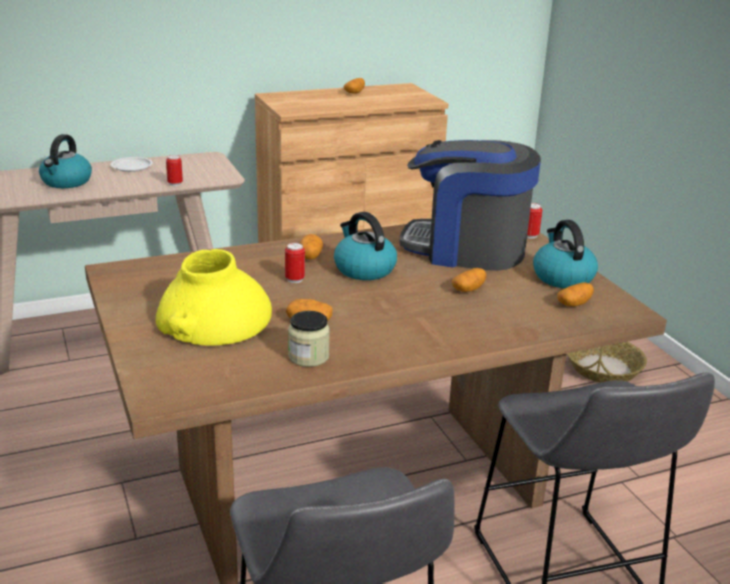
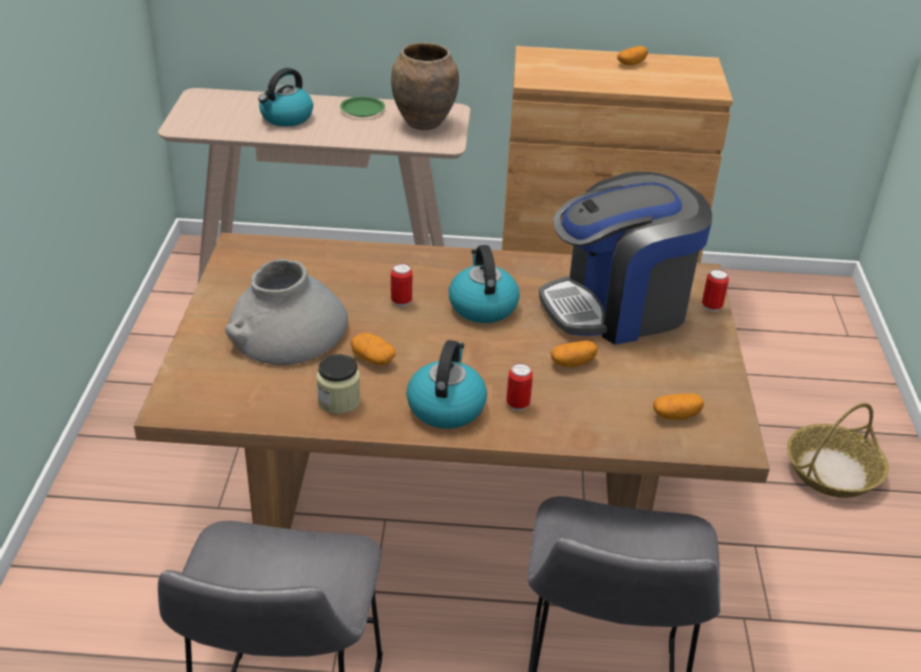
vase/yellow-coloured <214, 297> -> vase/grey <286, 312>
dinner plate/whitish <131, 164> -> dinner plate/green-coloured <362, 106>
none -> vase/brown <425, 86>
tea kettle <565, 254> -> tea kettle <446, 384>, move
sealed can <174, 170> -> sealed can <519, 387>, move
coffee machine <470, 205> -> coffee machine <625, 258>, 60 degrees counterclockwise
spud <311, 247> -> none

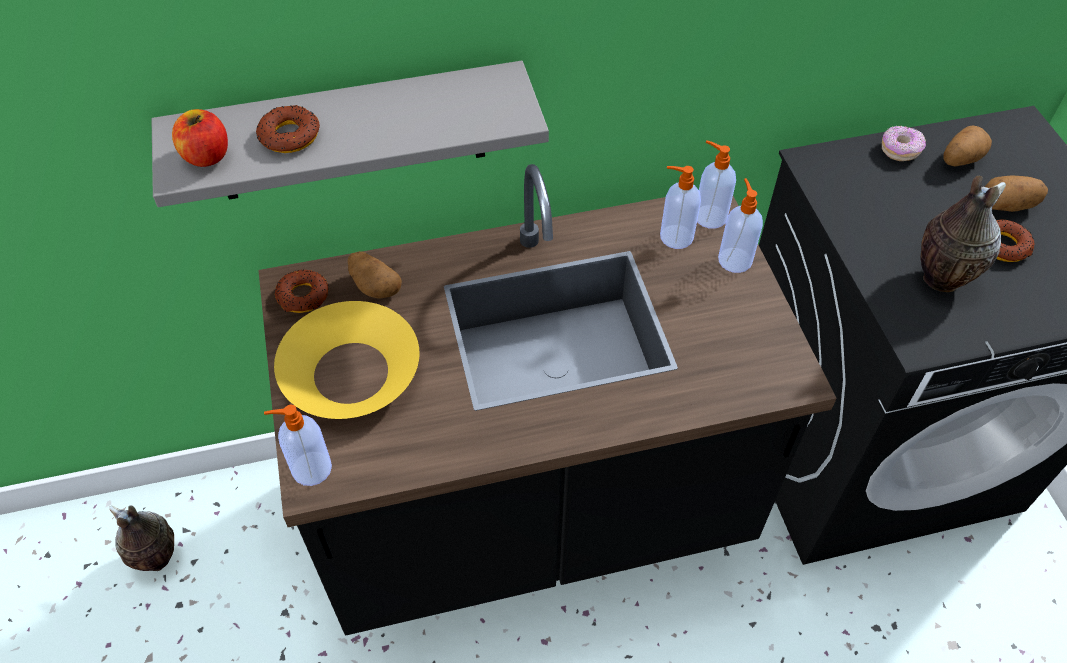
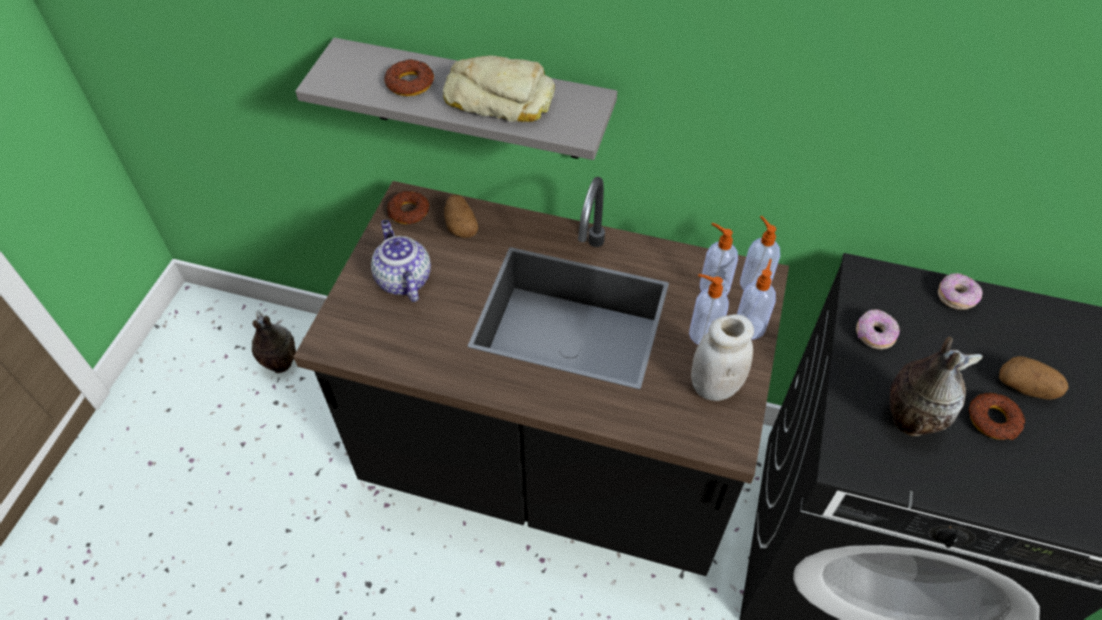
serving bowl/yellow-coloured <346, 360> -> tea pot <401, 261>
none -> bread <499, 88>
liquid soap bottle <298, 445> -> liquid soap bottle <709, 309>, move
none -> preserve jar/whitish <722, 357>
none -> doughnut <878, 329>
whole apple <200, 138> -> none
spud <968, 145> -> none

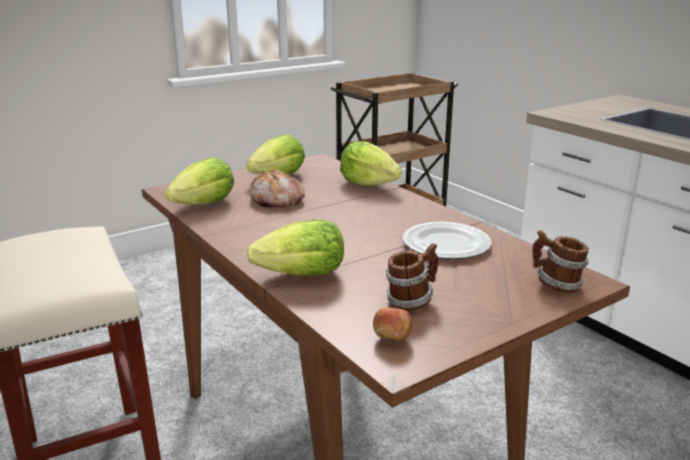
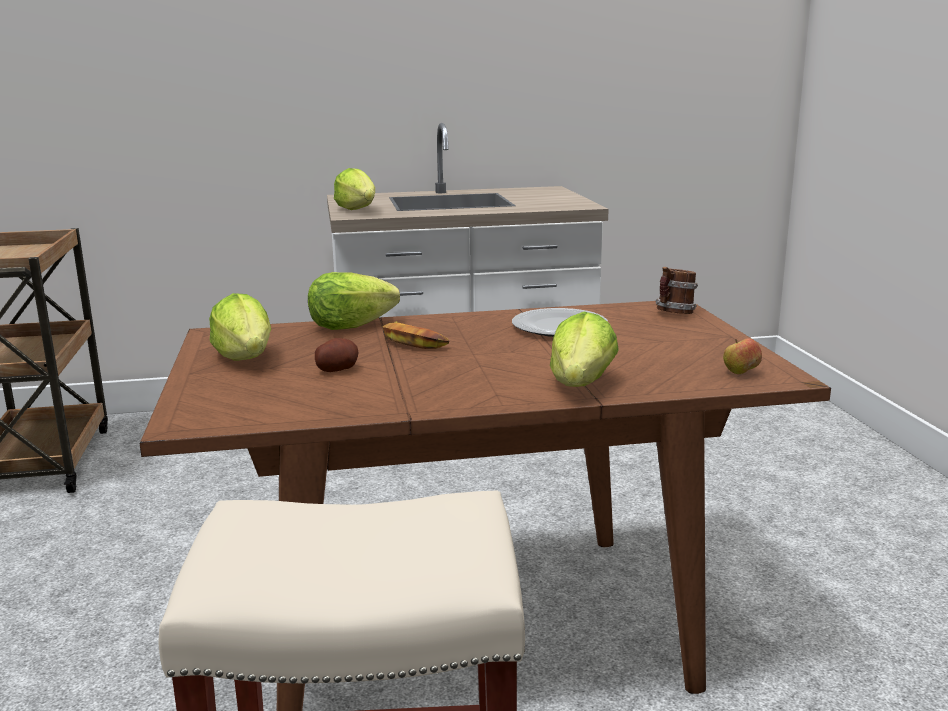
bread <277, 188> -> spud <337, 355>
head of lettuce <199, 181> -> head of lettuce <354, 189>, move
none -> banana fruit <415, 335>
mug <412, 277> -> none

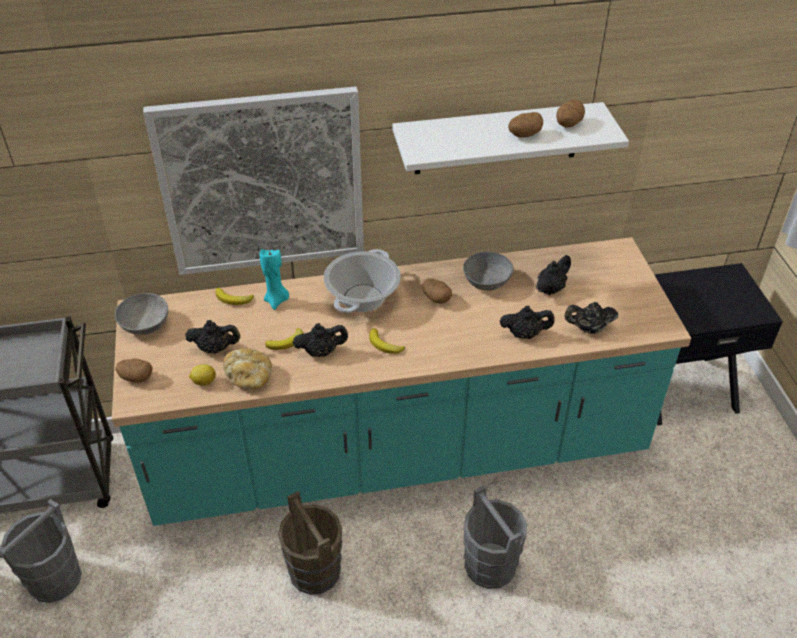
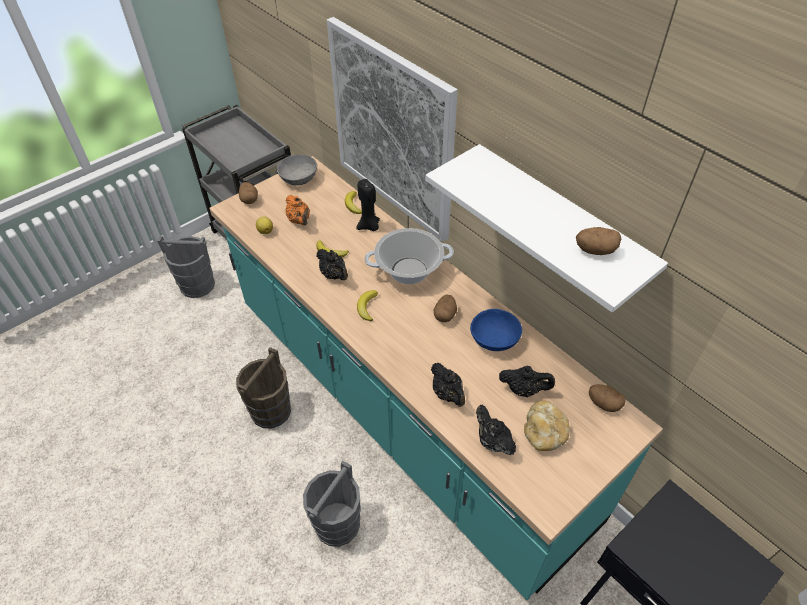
tea pot/black-coloured <212, 337> -> tea pot/orangey <297, 210>
wax candle/turquoise-coloured <274, 279> -> wax candle/black-coloured <368, 205>
serving bowl/grey <488, 271> -> serving bowl/bluish <496, 330>
bread <247, 368> -> bread <547, 425>, move
spud <525, 125> -> spud <607, 398>, move

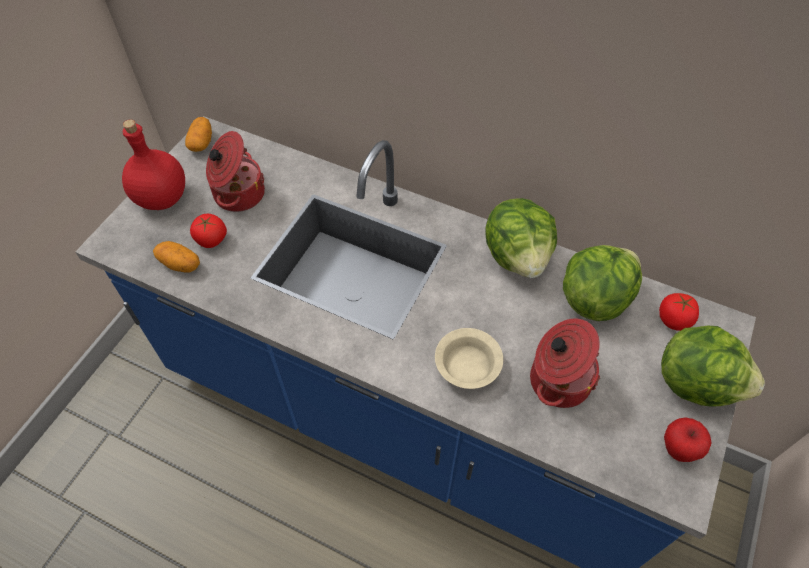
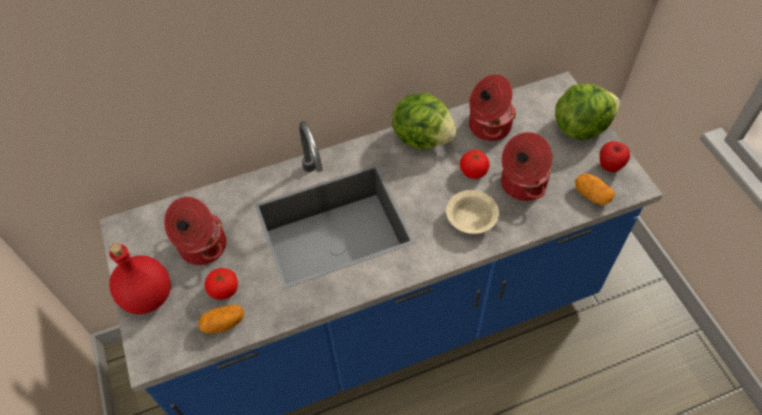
tomato <679, 312> -> tomato <475, 164>, move
head of lettuce <602, 283> -> cooking pot <492, 108>
spud <198, 134> -> spud <595, 189>, move

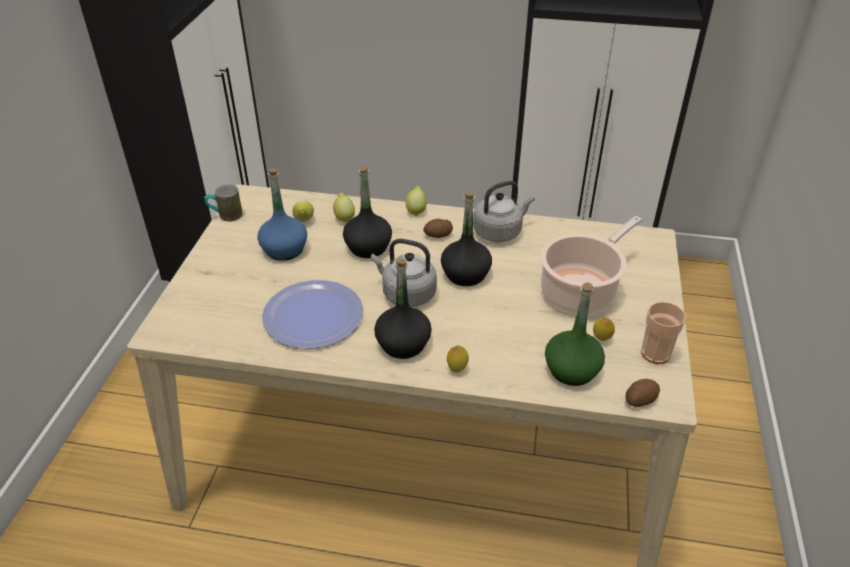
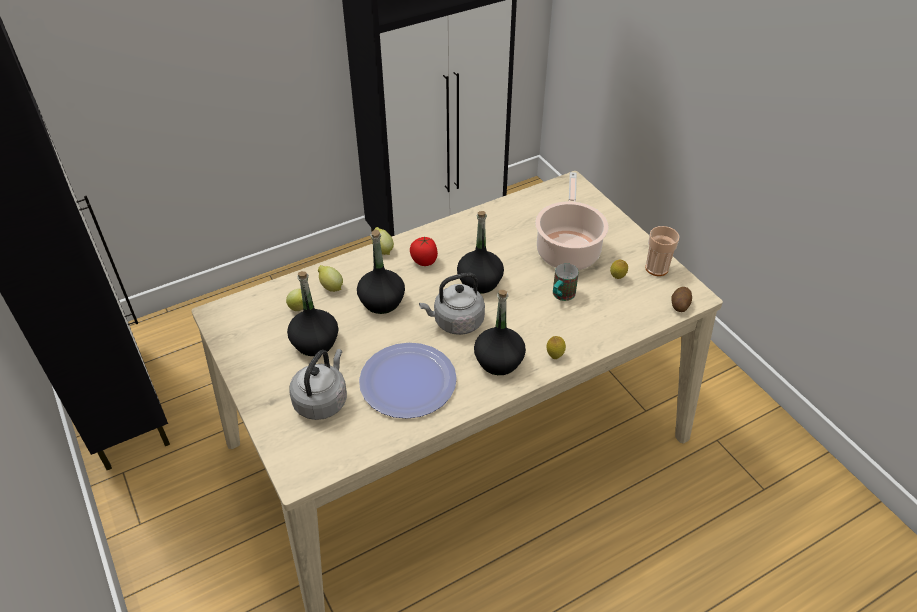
drink bottle/bluish <282, 215> -> drink bottle/black-coloured <312, 313>
tea kettle/grey <504, 211> -> tea kettle/grey <318, 384>, move
spud <438, 228> -> tomato <424, 251>
mug <223, 203> -> mug <566, 282>, move
drink bottle/green-coloured <575, 334> -> none

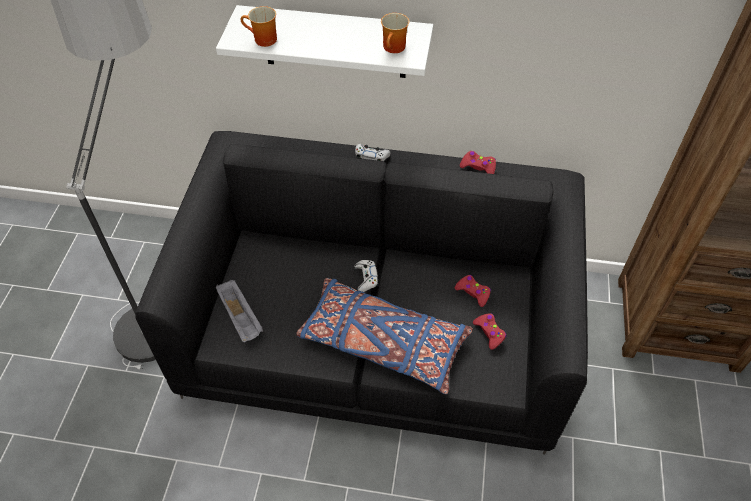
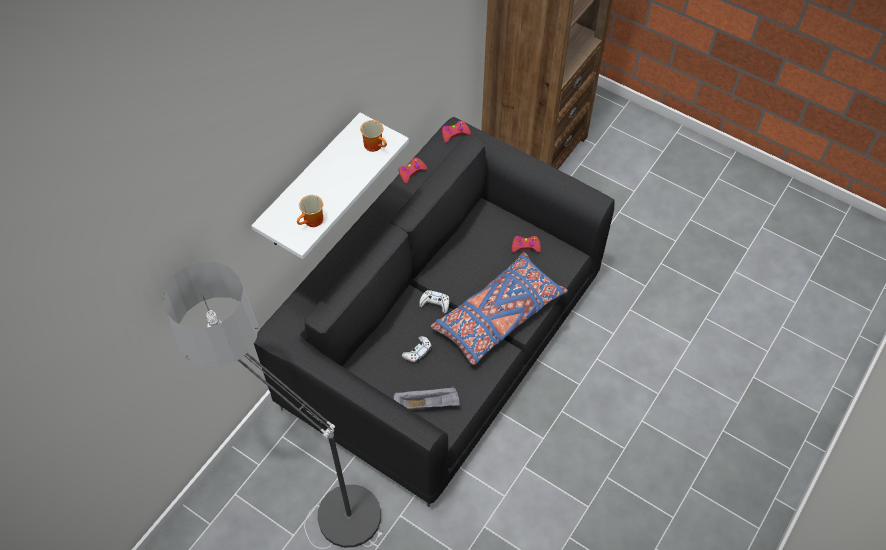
gamepad/whitish <372, 152> -> gamepad/whitish <417, 349>, move
gamepad/reddish <473, 291> -> gamepad/reddish <456, 132>, move

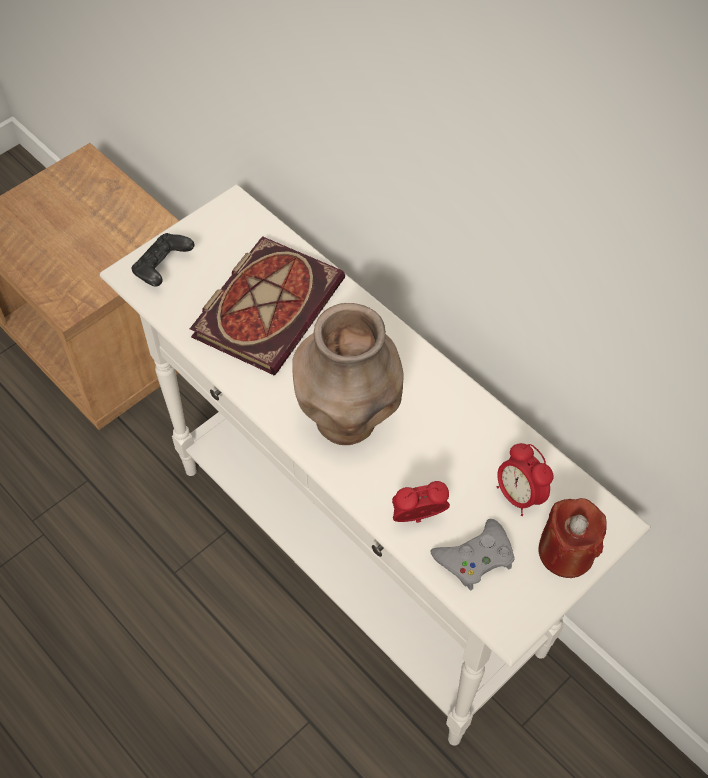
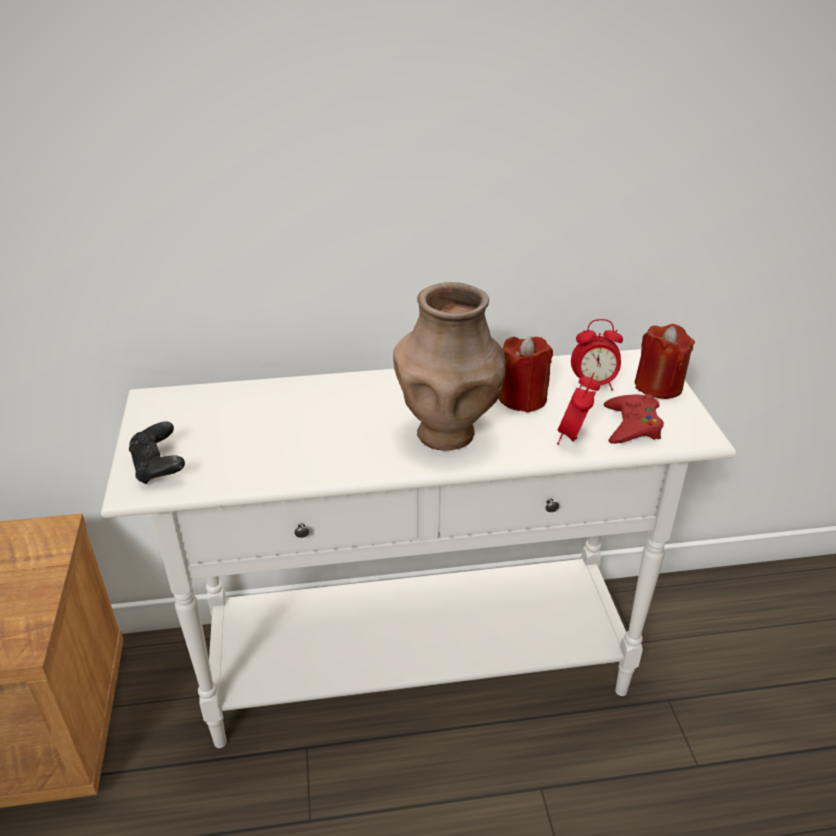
none -> wax candle/reddish <525, 374>
gamepad/grey <473, 554> -> gamepad/reddish <634, 419>
bound book <267, 305> -> none

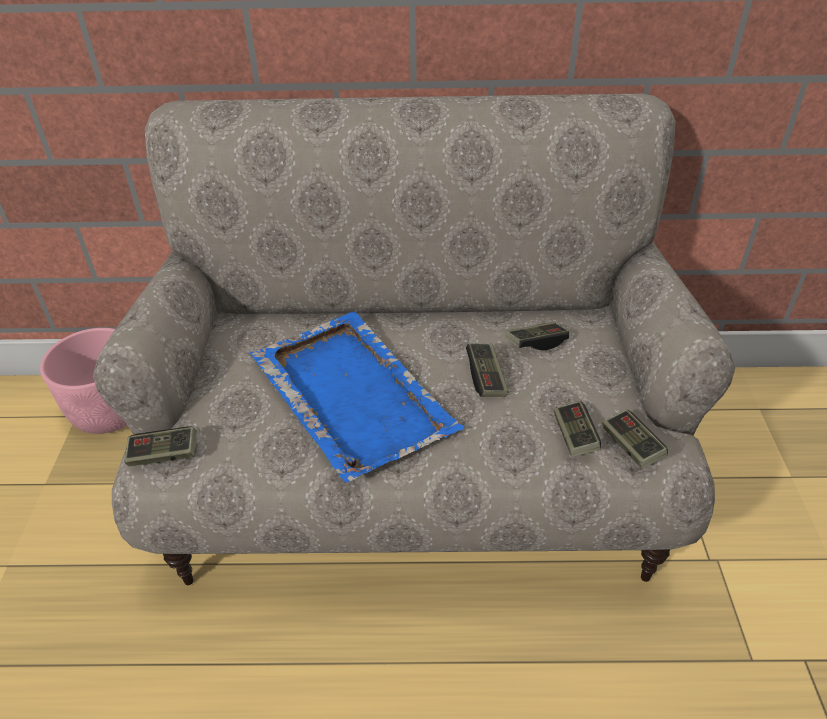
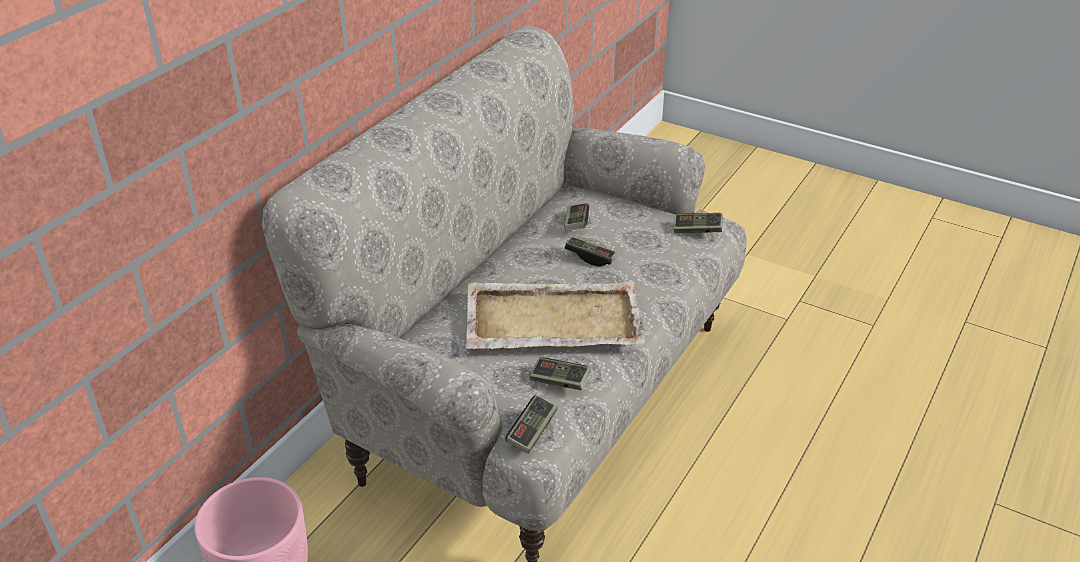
tray/bluish <357, 397> -> tray/beige-coloured <555, 315>
gamepad <577, 429> -> gamepad <560, 373>, move

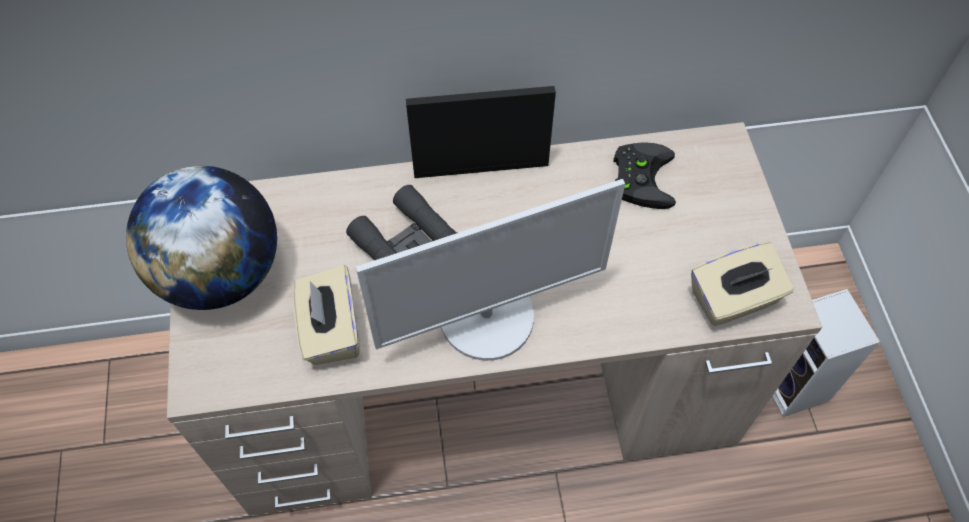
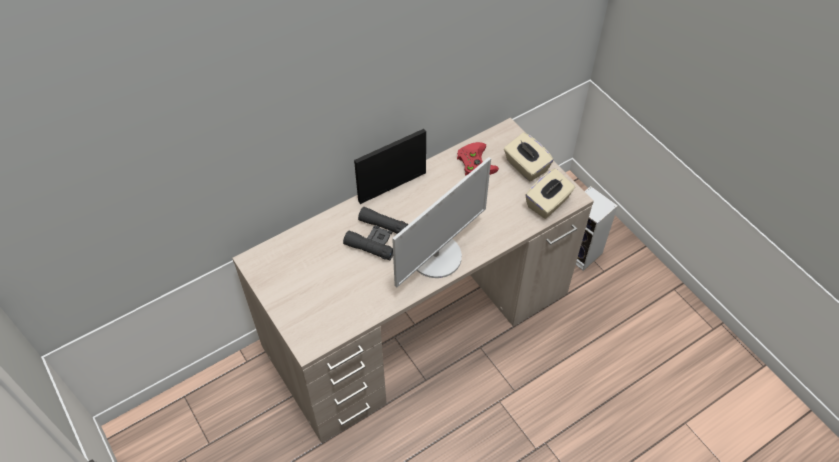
gamepad/black-coloured <644, 175> -> gamepad/reddish <478, 158>
box of tissues/beige-coloured <326, 315> -> box of tissues/beige-coloured <529, 157>, move
desk globe <201, 238> -> none

